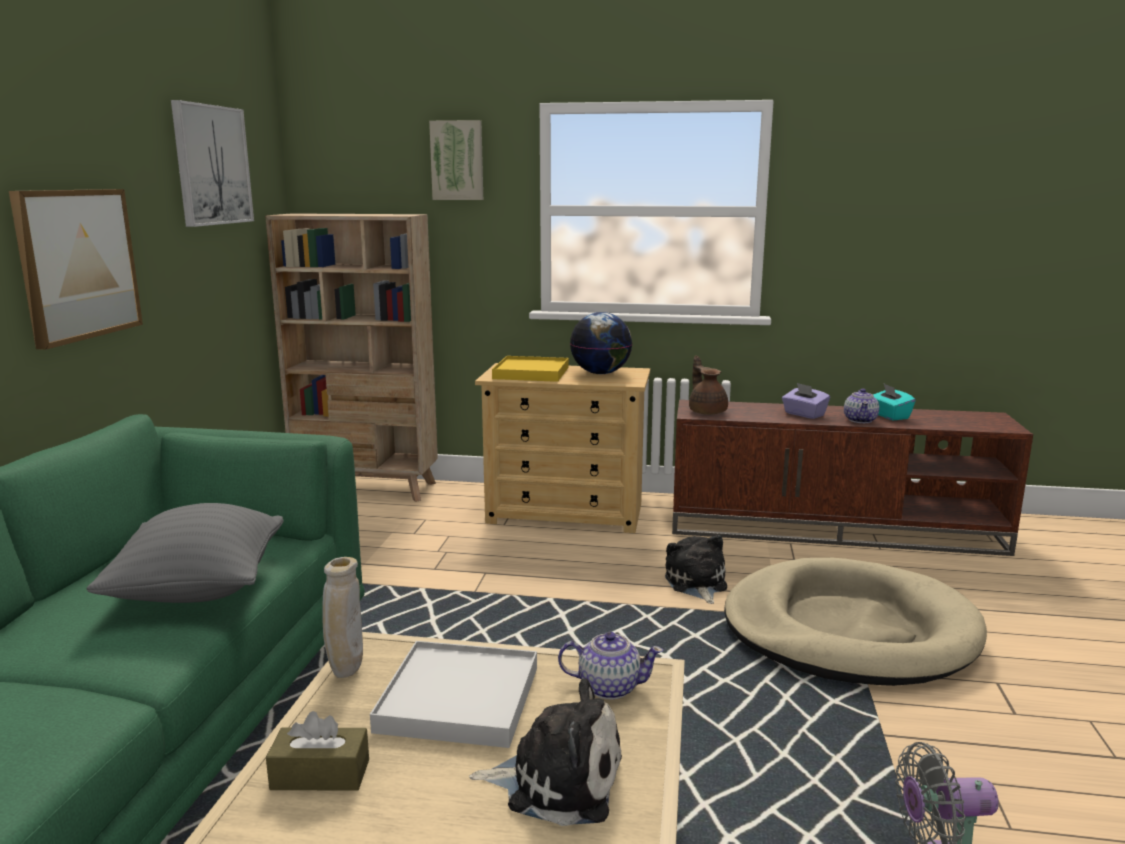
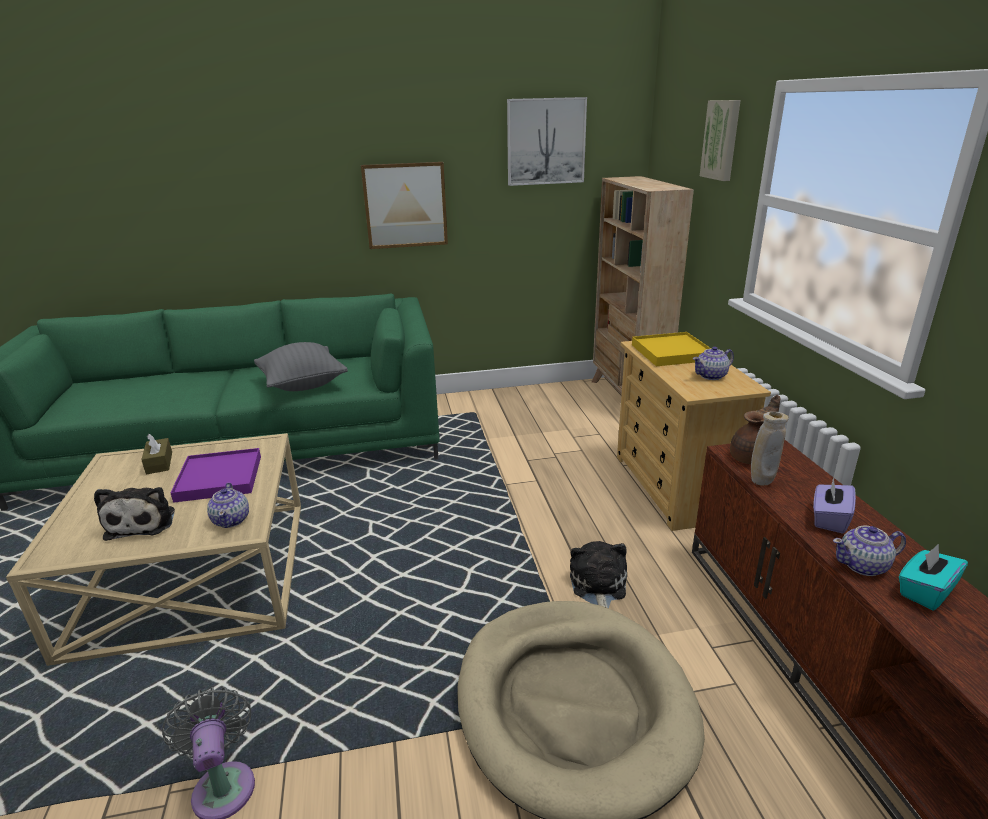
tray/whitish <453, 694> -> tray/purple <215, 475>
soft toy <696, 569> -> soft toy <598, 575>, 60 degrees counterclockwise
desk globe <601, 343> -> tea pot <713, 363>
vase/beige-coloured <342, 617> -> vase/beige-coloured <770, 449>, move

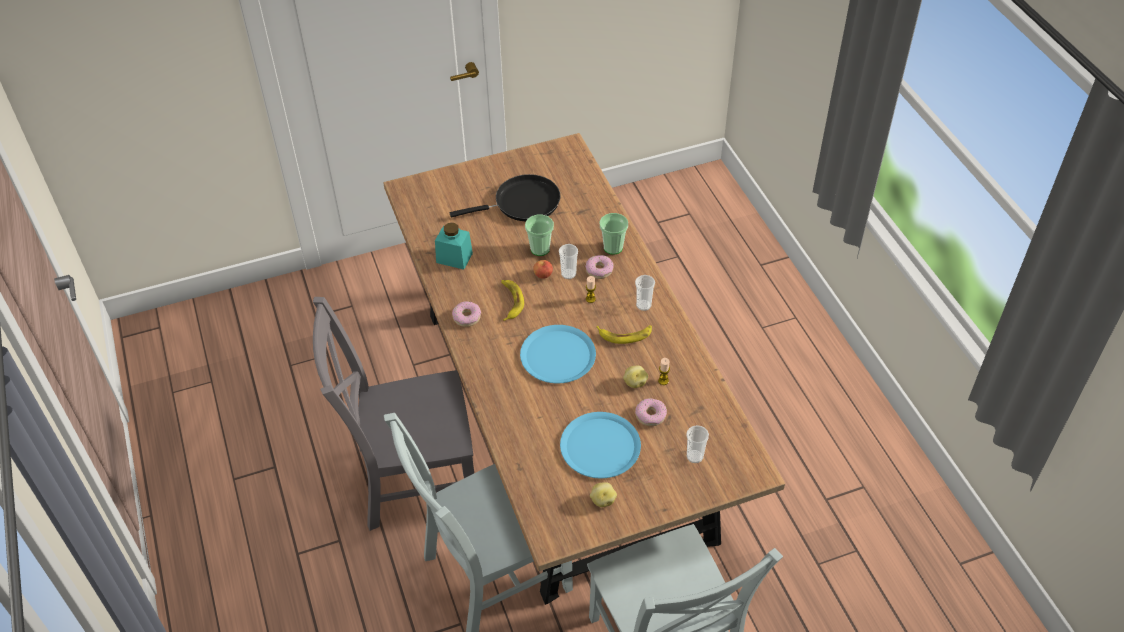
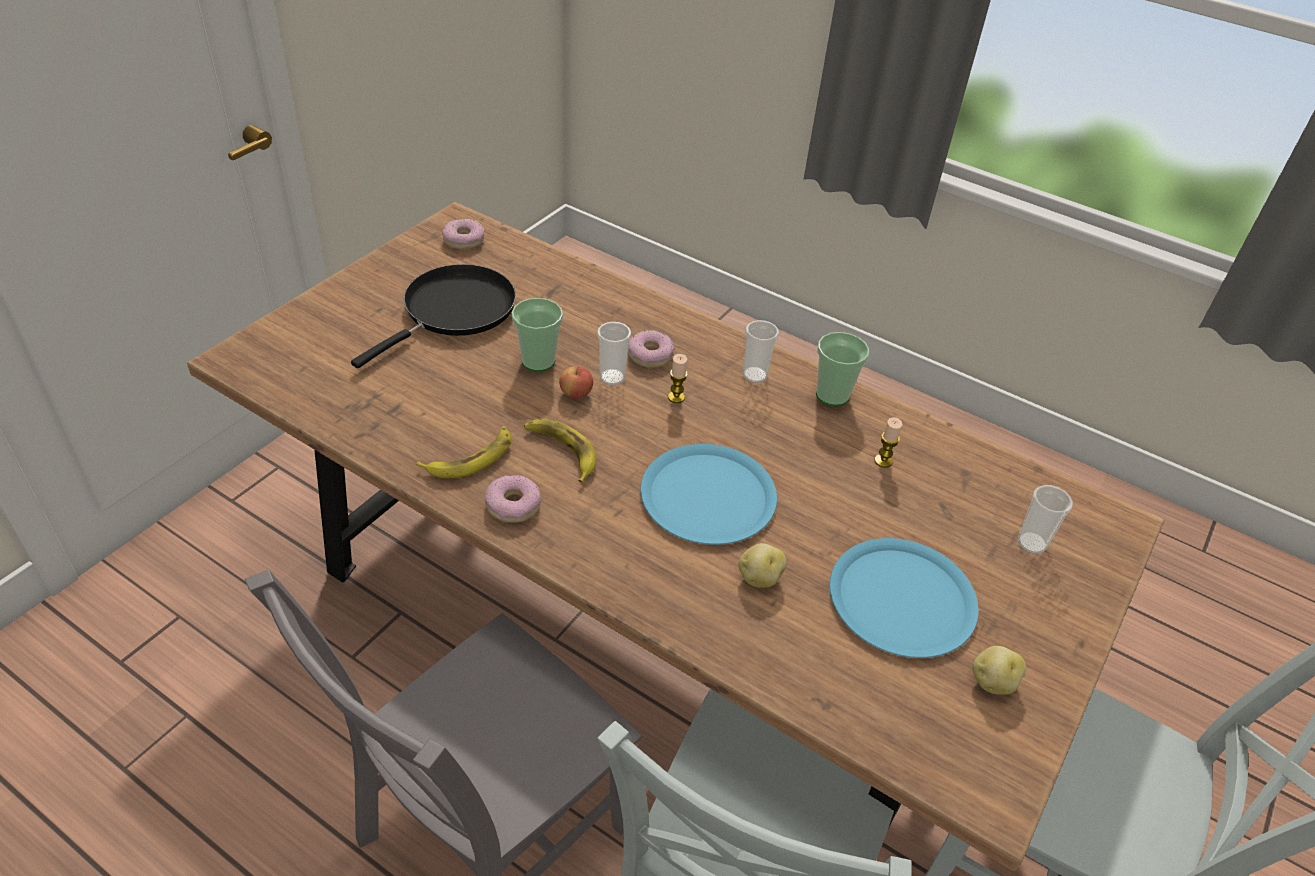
banana fruit <624, 334> -> banana fruit <464, 452>, move
doughnut <651, 412> -> doughnut <463, 234>, move
spud <635, 377> -> spud <763, 565>, move
cup <614, 234> -> cup <842, 369>, move
preserve jar/turquoise-coloured <454, 246> -> none

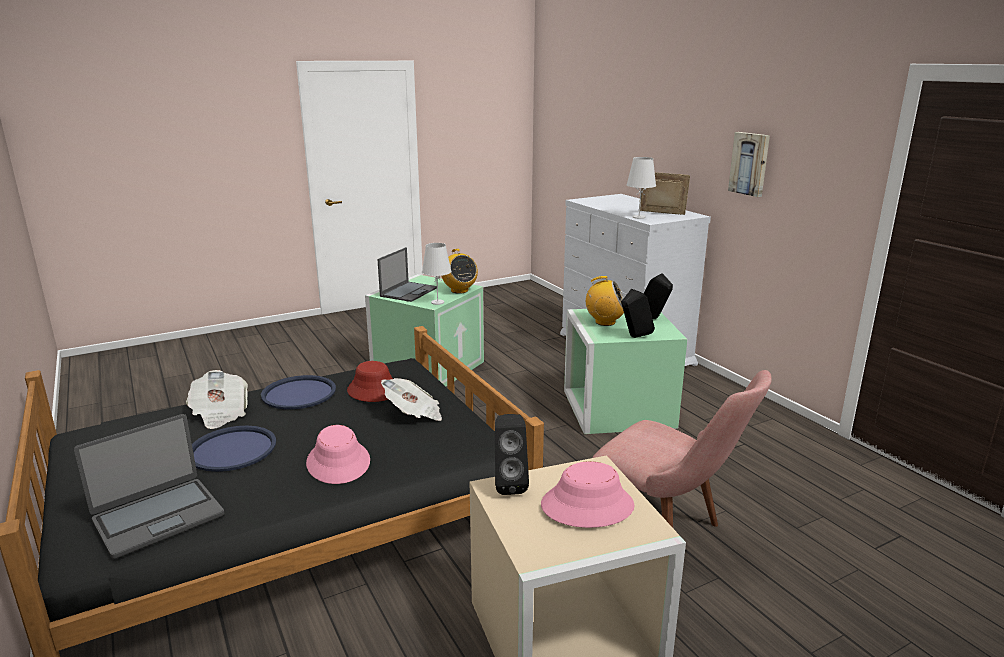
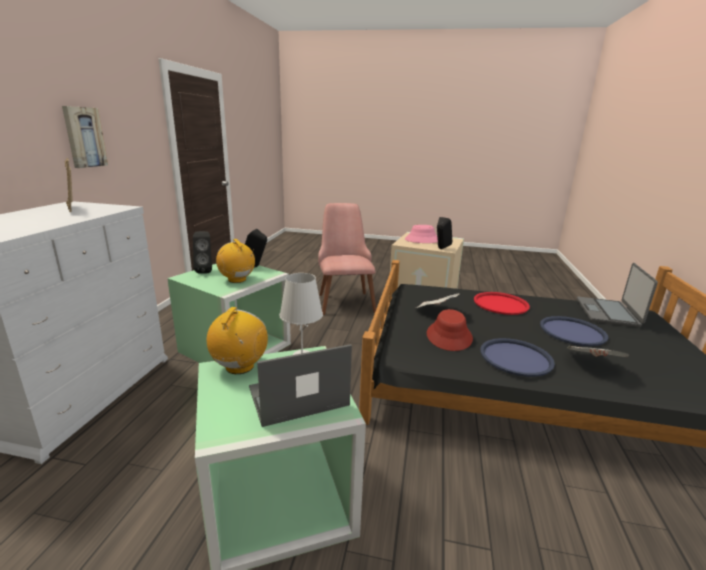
clothing hat/pinkish <338, 454> -> tray/reddish <502, 303>
portable computer <149, 486> -> portable computer <617, 295>, 75 degrees counterclockwise
tabletop lamp/whitish <641, 188> -> none

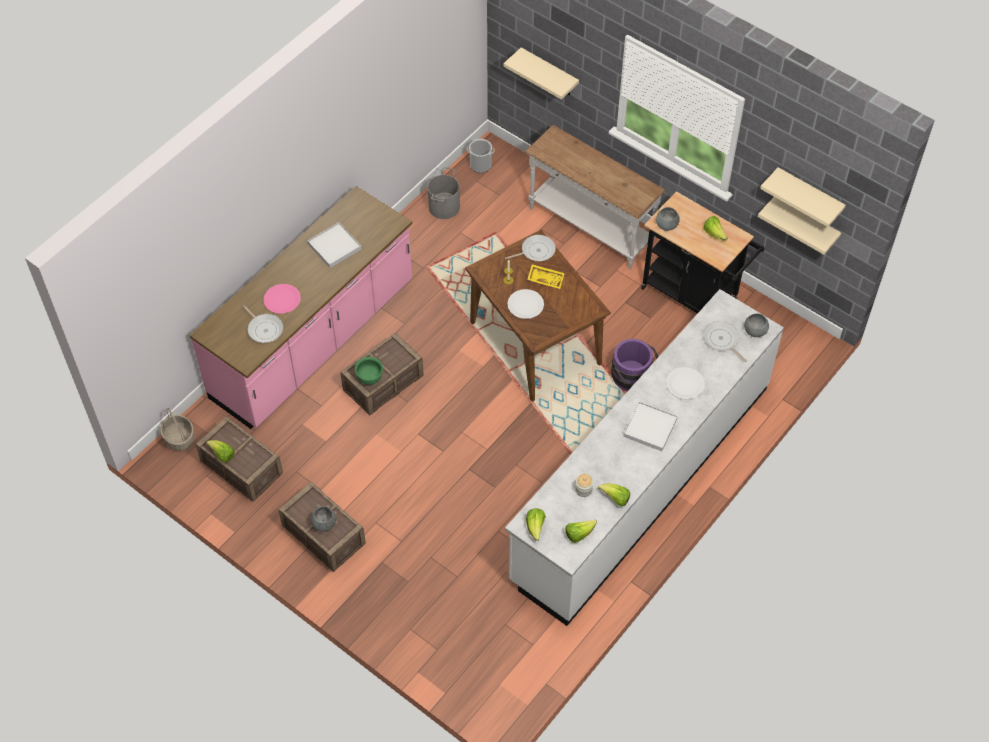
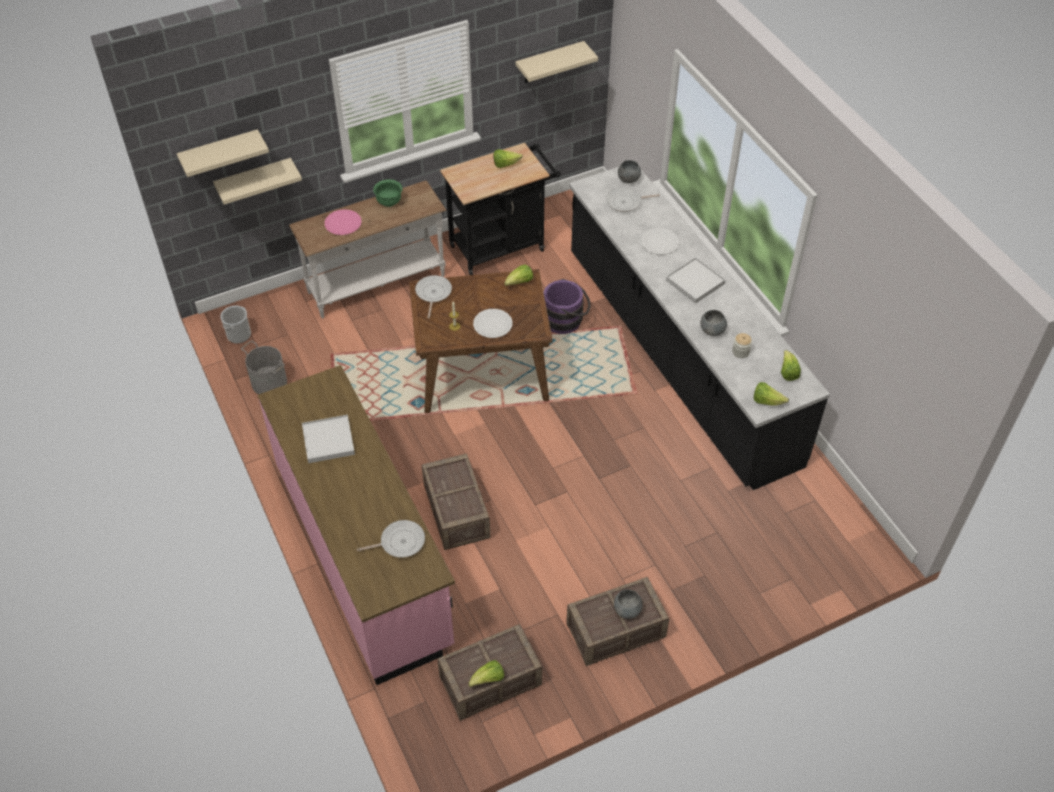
shelf/beige-coloured <799, 226> -> shelf/beige-coloured <223, 153>, move
dinner plate/pinkish <282, 299> -> dinner plate/pinkish <343, 222>, move
serving bowl/green-coloured <369, 371> -> serving bowl/green-coloured <387, 193>, move
head of lettuce <614, 494> -> head of lettuce <518, 275>, move
kitchen counter/whitish <644, 457> -> kitchen counter/black-coloured <699, 328>
serving bowl/grey <668, 219> -> serving bowl/grey <713, 323>, move
storage basket <177, 429> -> none
tray/yellow-coloured <546, 276> -> none

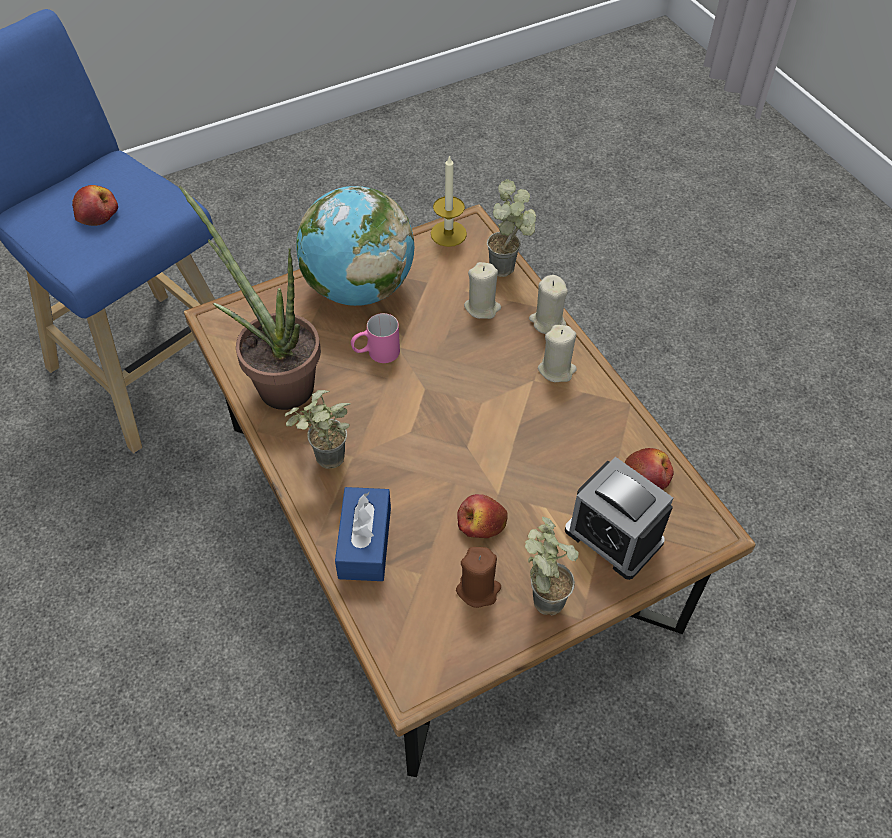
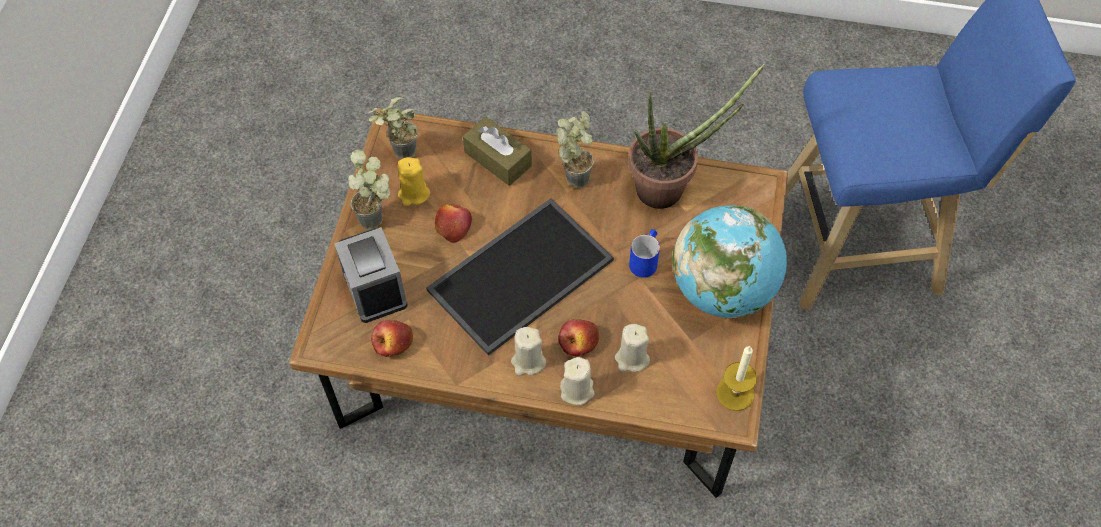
alarm clock <619, 518> -> alarm clock <371, 275>, 105 degrees counterclockwise
plant in a pot <511, 228> -> plant in a pot <393, 128>, move
wax candle/brown <478, 577> -> wax candle/yellow-coloured <414, 181>
none -> tray <520, 277>
box of tissues/bluish <363, 534> -> box of tissues/brown <497, 151>
whole apple <95, 205> -> whole apple <578, 337>, move
mug/pinkish <375, 338> -> mug/bluish <644, 253>

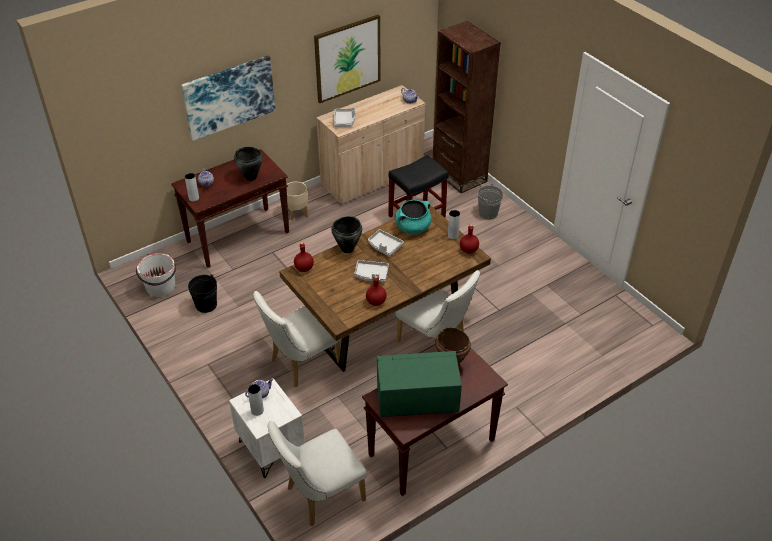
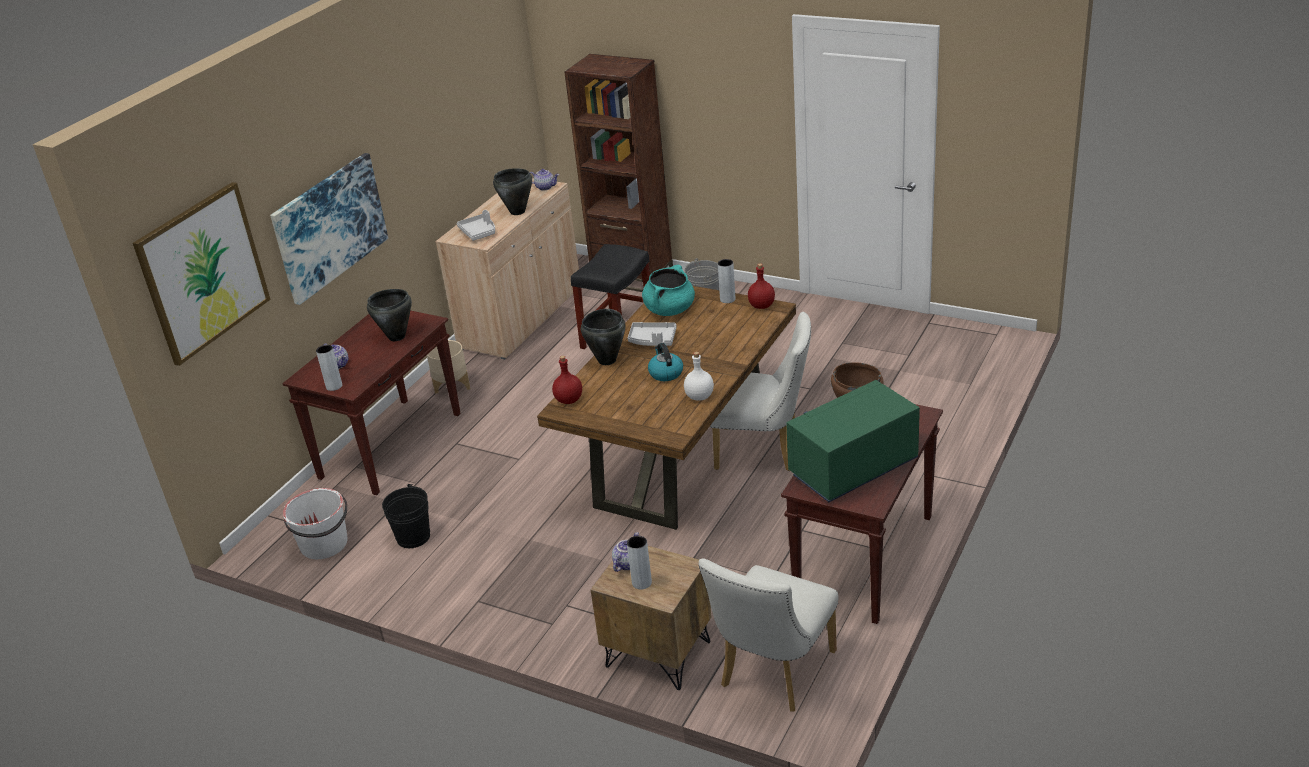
wall art <347, 59> -> wall art <202, 274>, move
none -> cooking pot/black-coloured <512, 191>
nightstand/whitish <267, 428> -> nightstand/brown <651, 618>
tray/grey <371, 271> -> tea kettle <665, 362>
drink bottle/reddish <376, 291> -> drink bottle/whitish <699, 376>
plain chair/whitish <297, 339> -> none

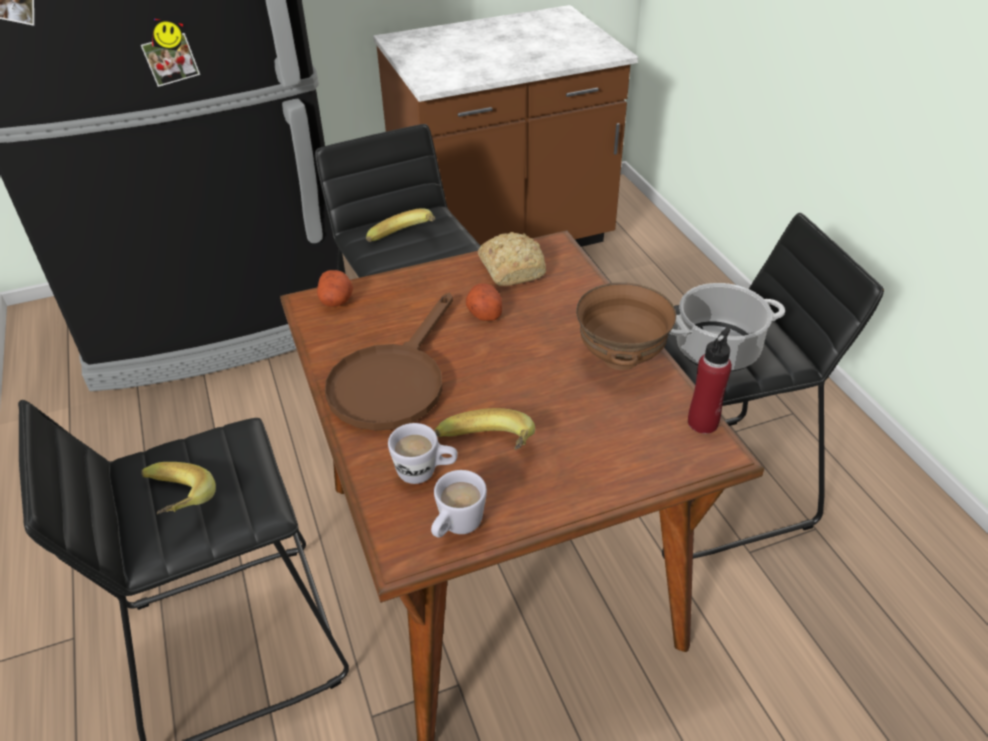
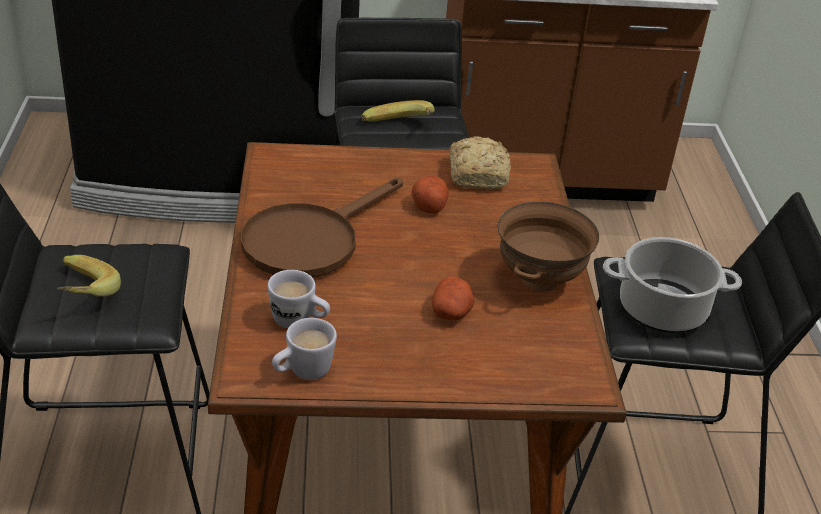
spud <335, 288> -> spud <453, 298>, move
banana fruit <485, 429> -> none
drink bottle/reddish <710, 381> -> none

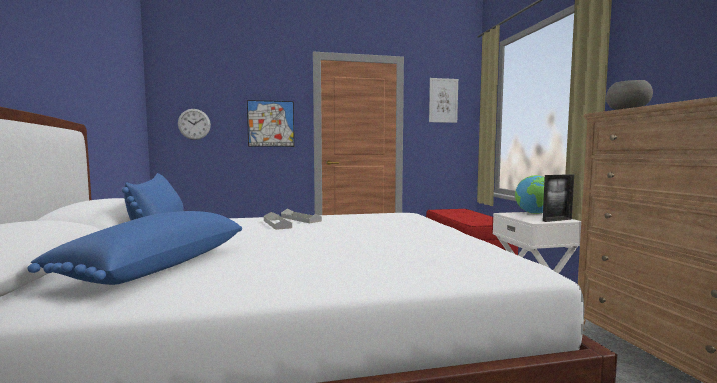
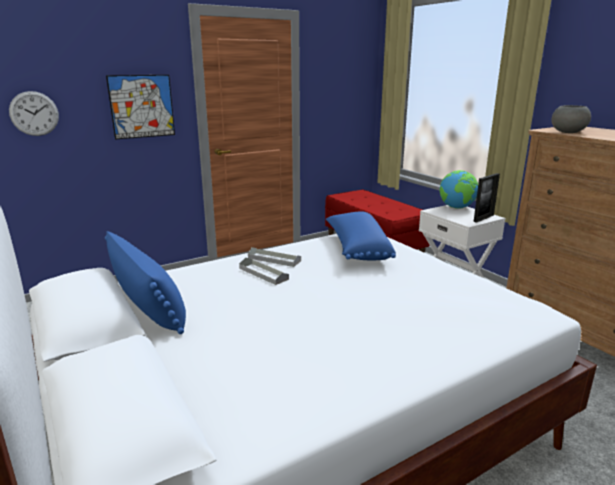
pillow/bluish <135, 248> -> pillow/bluish <361, 235>, move
wall art <443, 100> -> none

